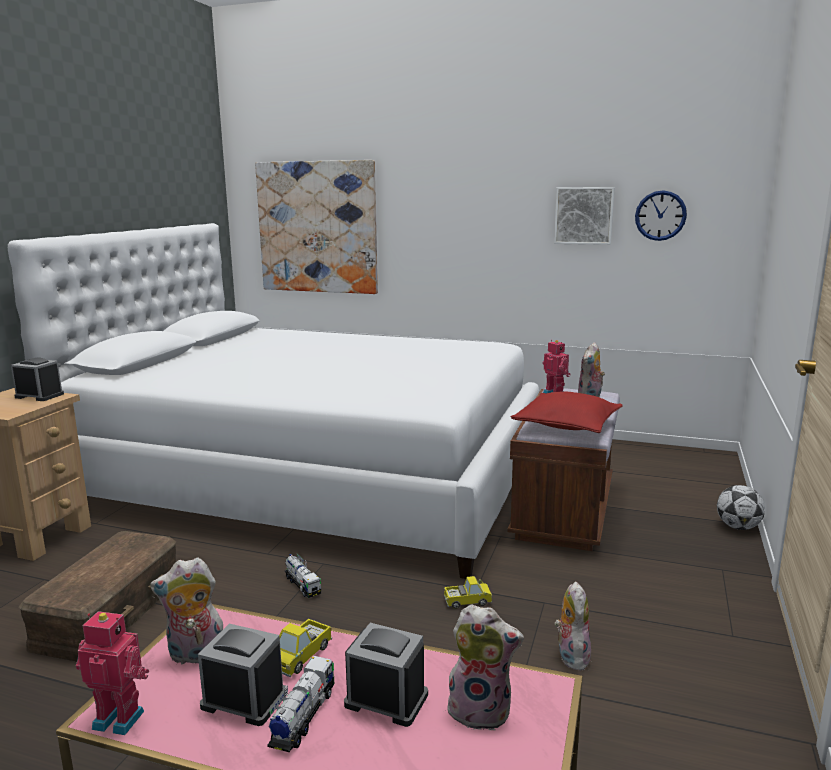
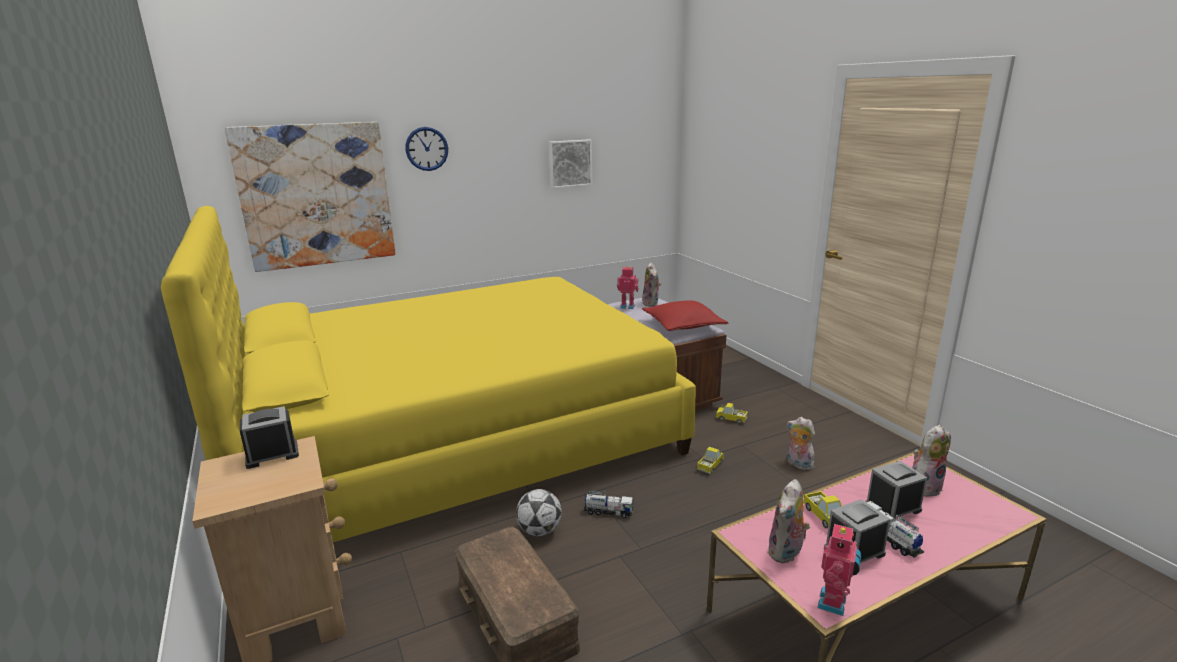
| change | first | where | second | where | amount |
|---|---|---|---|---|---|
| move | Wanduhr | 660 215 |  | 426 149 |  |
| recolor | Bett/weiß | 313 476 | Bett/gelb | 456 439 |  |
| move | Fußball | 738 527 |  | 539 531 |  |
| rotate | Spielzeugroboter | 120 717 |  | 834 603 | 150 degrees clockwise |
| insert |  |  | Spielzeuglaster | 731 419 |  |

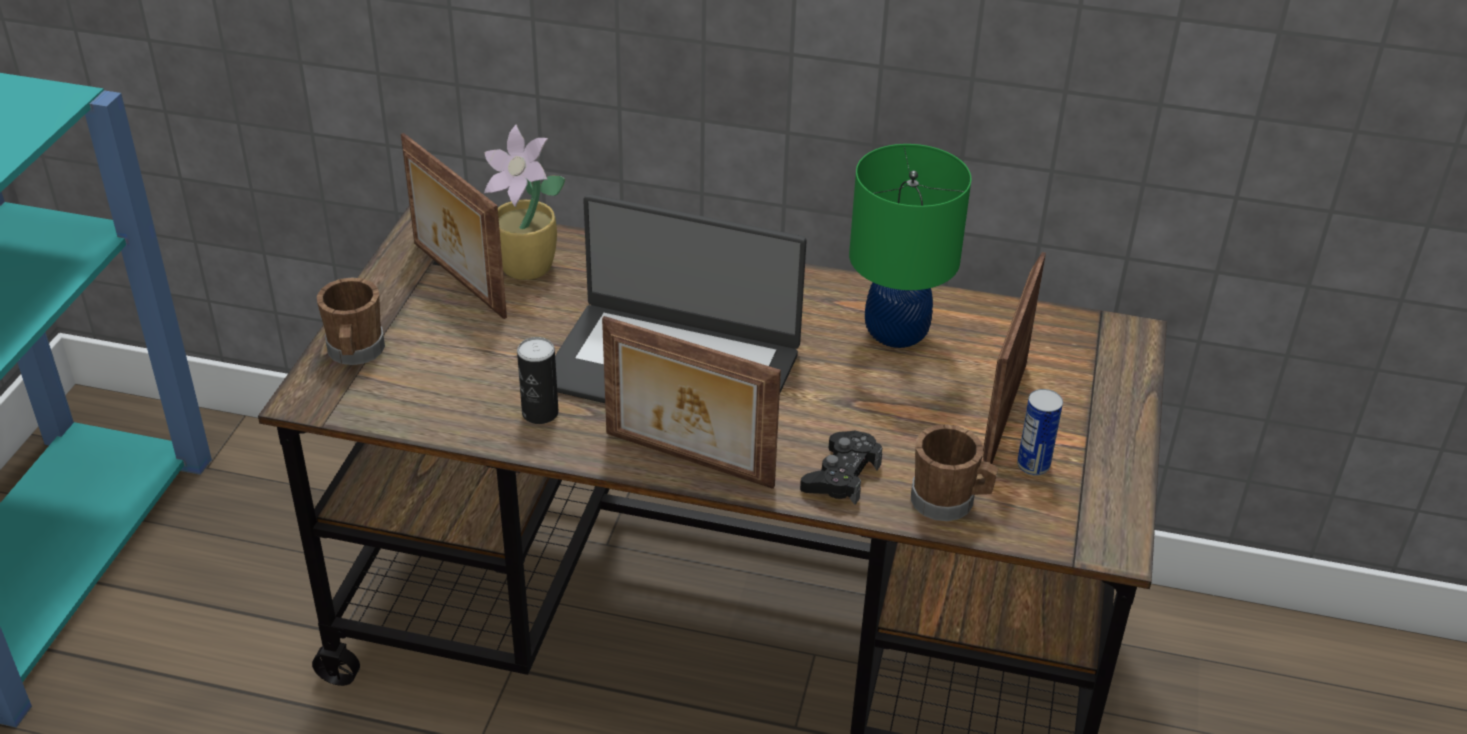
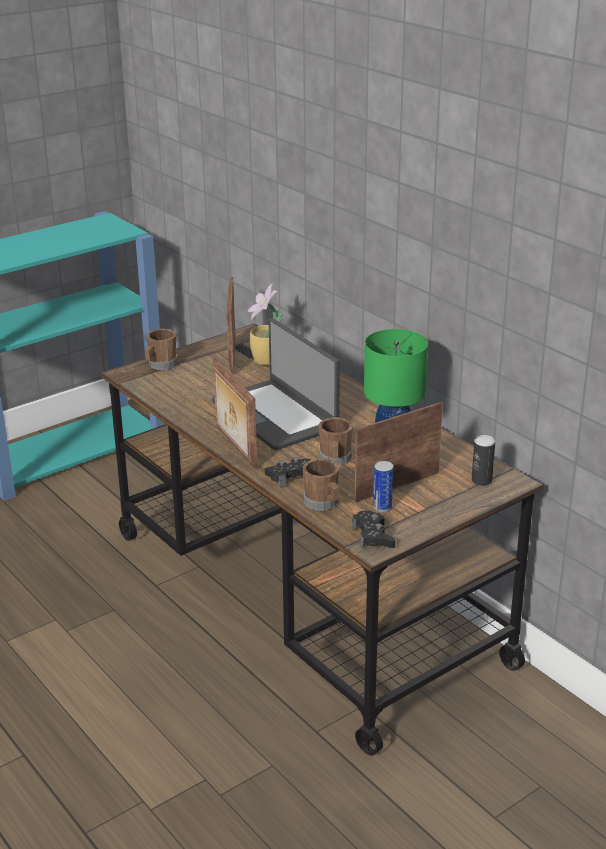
| change | first | where | second | where | amount |
|---|---|---|---|---|---|
| move | Dose | 540 413 |  | 481 480 |  |
| insert |  |  | Henkelbecher/braun | 335 460 |  |
| insert |  |  | Gamepad/schwarz | 373 536 |  |

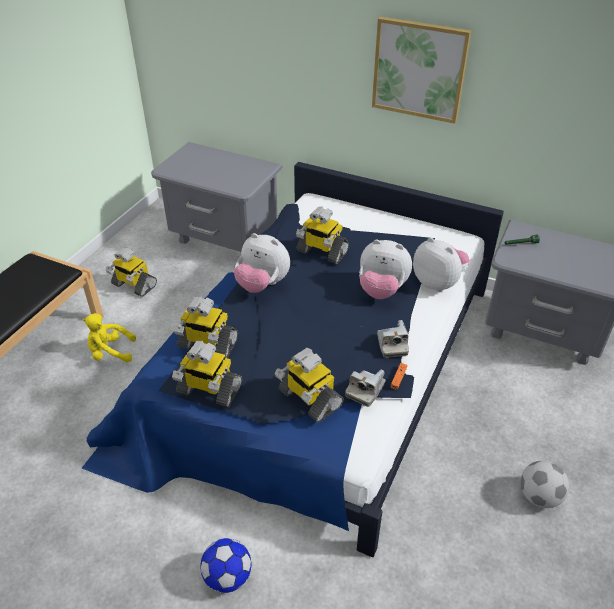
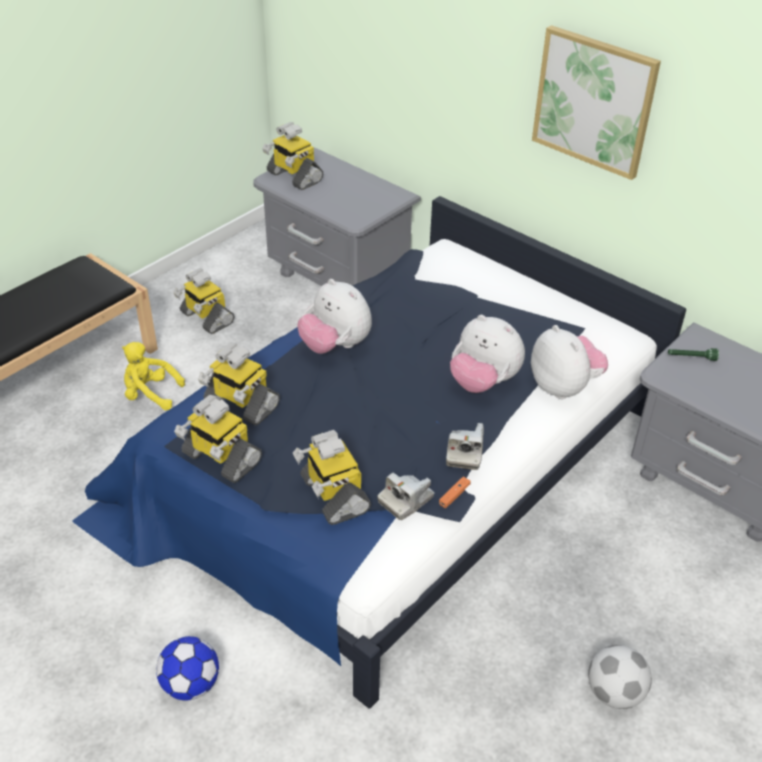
| change | first | where | second | where | amount |
|---|---|---|---|---|---|
| move | Spielzeugroboter | 321 252 |  | 293 177 |  |

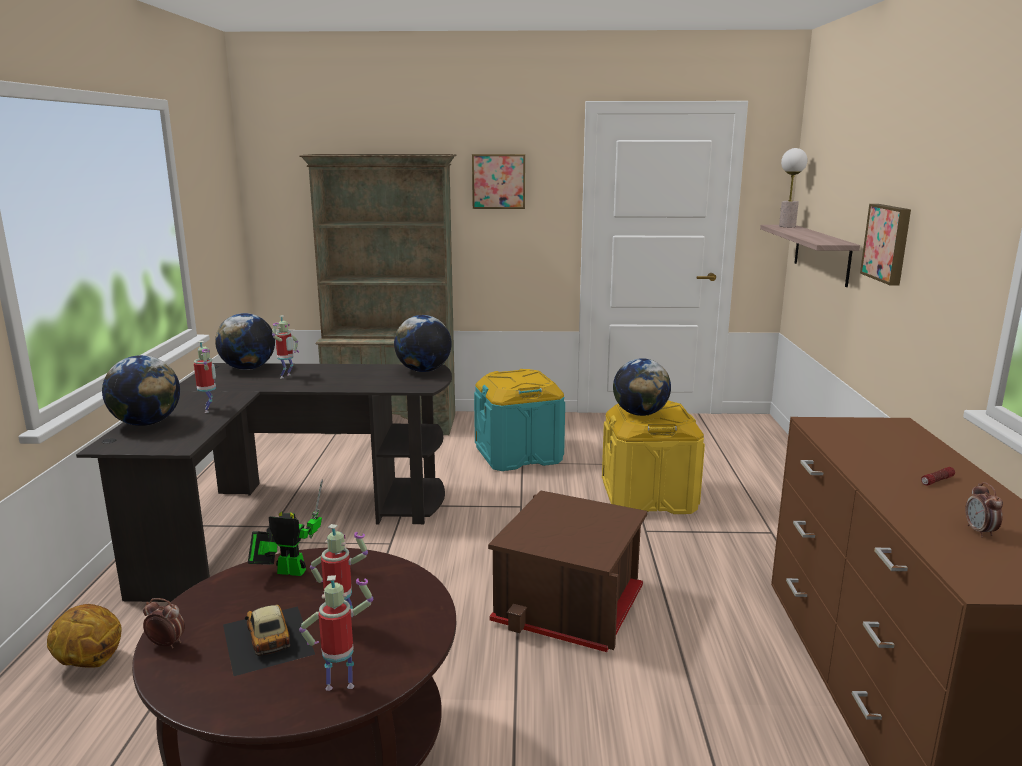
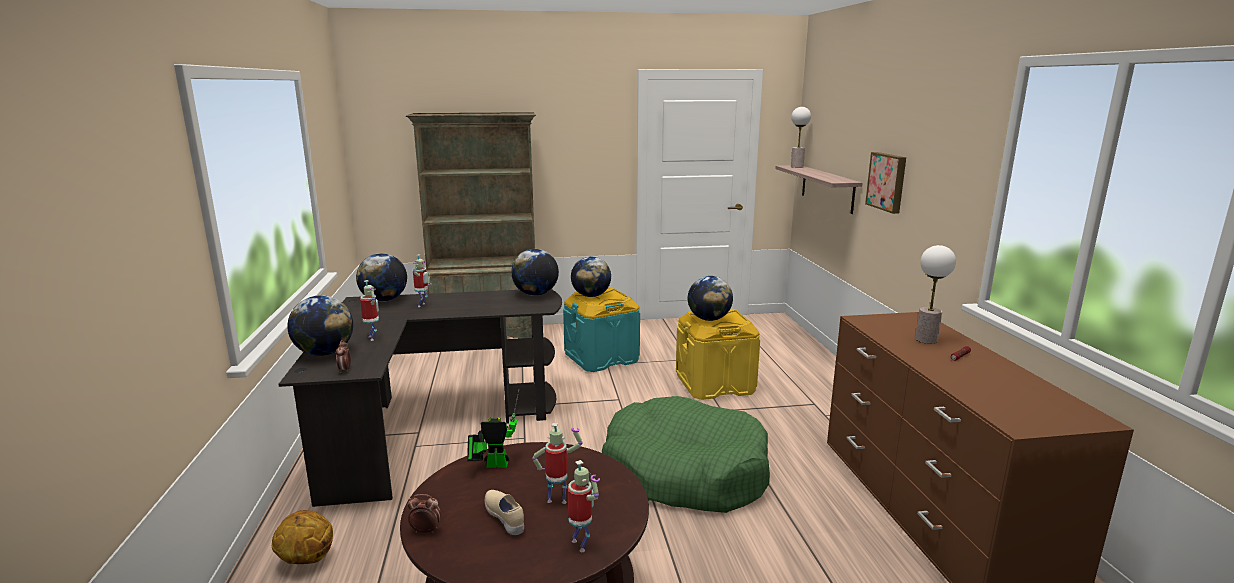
| change | first | where | second | where | amount |
|---|---|---|---|---|---|
| delete | Bild | 498 181 |  |  |  |
| move | Wecker | 980 532 |  | 345 370 |  |
| replace | Aufbewahrungsbox/braun | 571 604 | Hundebett/grün | 685 472 |  |
| rotate | Spielzeugroboter | 341 684 |  | 581 545 | 75 degrees clockwise |
| replace | Spielzeugauto | 267 639 | Schuh/beige | 505 518 |  |
| insert |  |  | Tischlampe | 926 340 |  |
| insert |  |  | Globus | 591 296 |  |

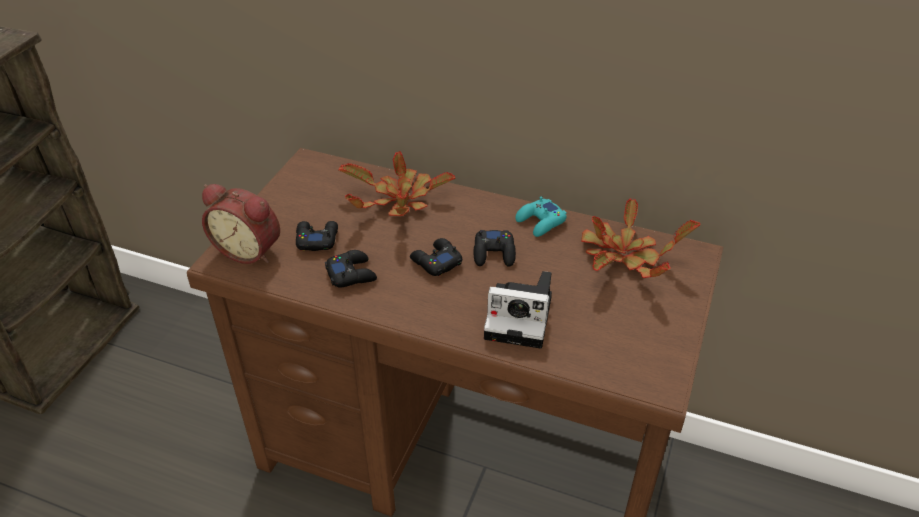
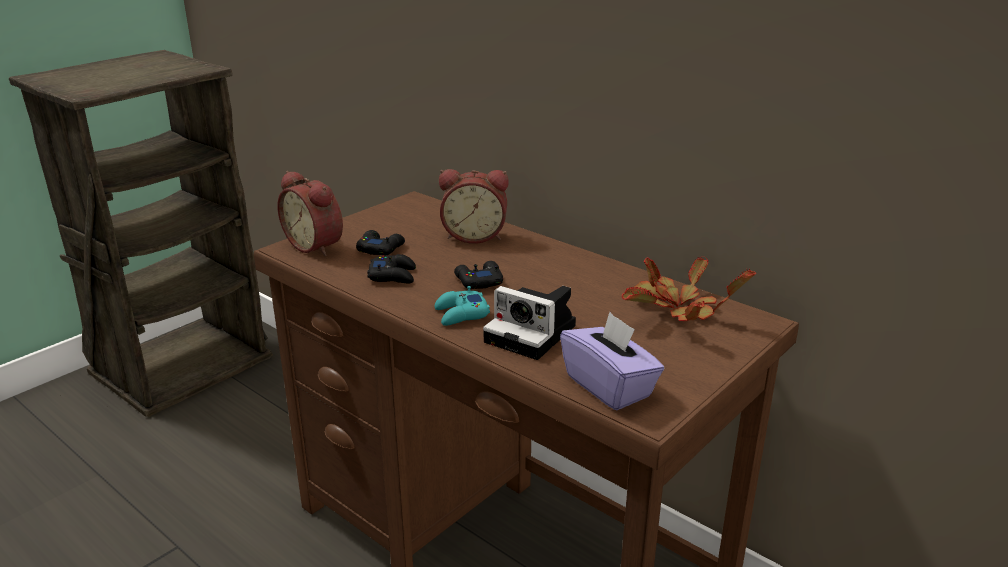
| change | first | where | second | where | amount |
|---|---|---|---|---|---|
| replace | Topfpflanze | 398 201 | Wecker | 474 236 |  |
| move | Gamepad/türkis | 540 222 |  | 461 314 |  |
| delete | Gamepad/schwarz | 494 253 |  |  |  |
| insert |  |  | Taschentuchbox/lila | 609 386 |  |

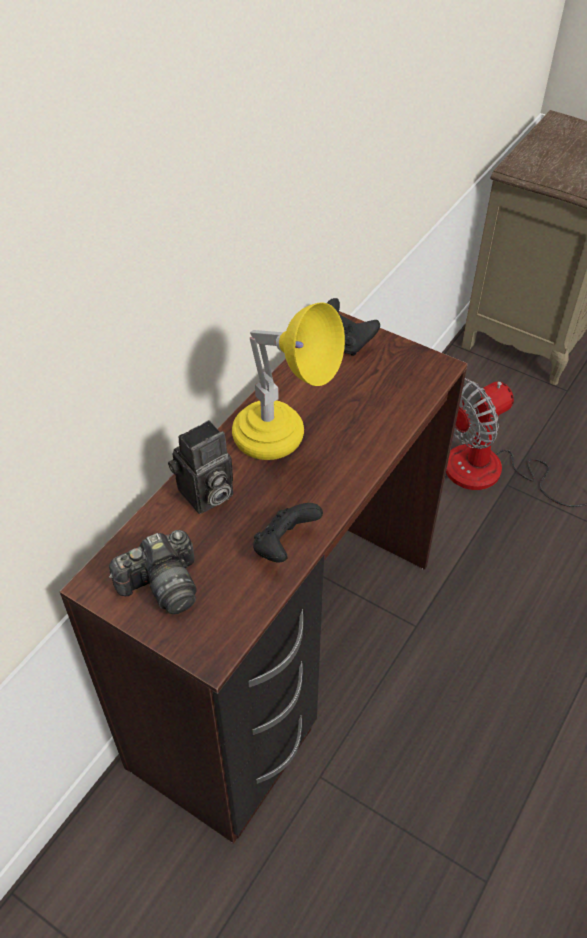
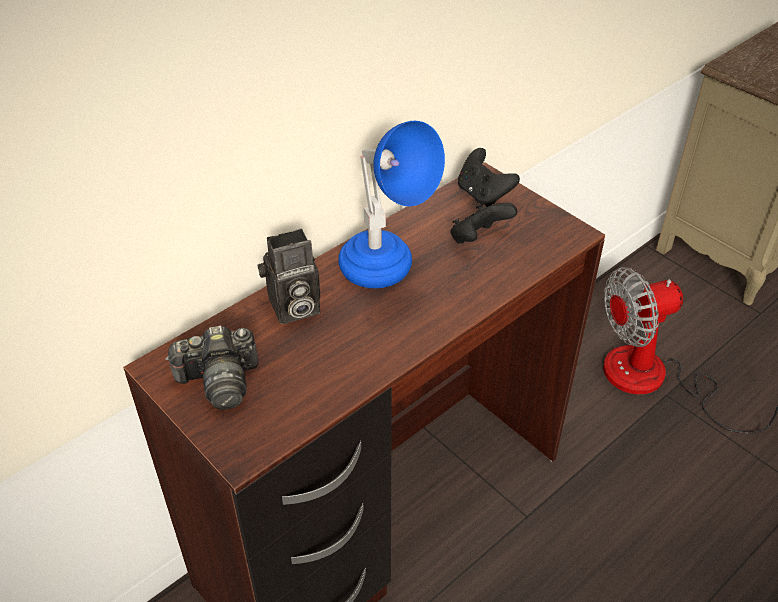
| change | first | where | second | where | amount |
|---|---|---|---|---|---|
| recolor | Tischlampe/gelb | 282 447 | Tischlampe/blau | 385 279 |  |
| move | Gamepad/schwarz | 284 546 |  | 478 239 |  |

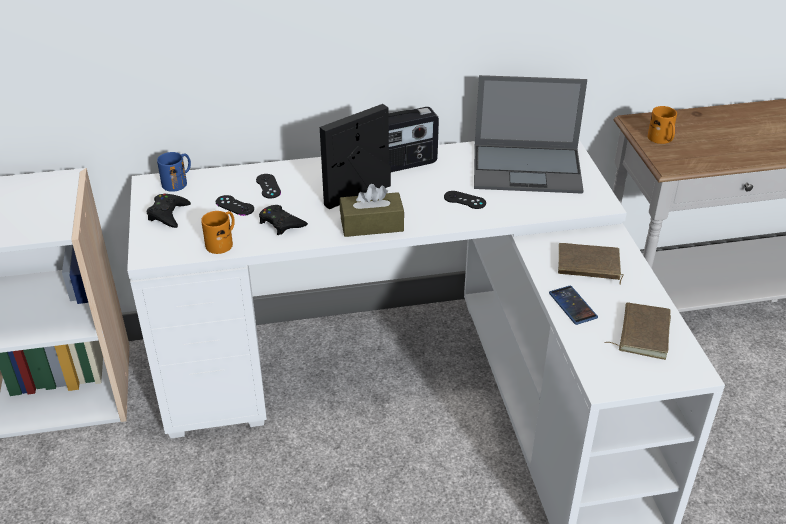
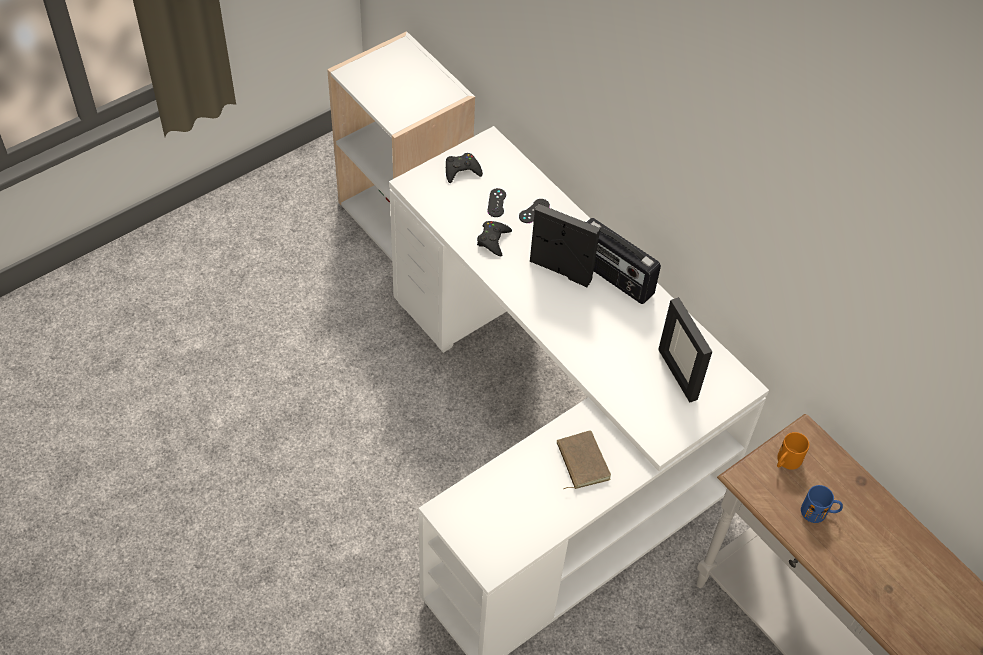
| change | first | where | second | where | amount |
|---|---|---|---|---|---|
| replace | Laptop | 528 168 | Bilderrahmen | 679 374 |  |
| move | Henkelbecher/blau | 178 182 |  | 819 512 |  |
| delete | Taschentuchbox/braun | 372 225 |  |  |  |
| delete | Gamepad/schwarz | 464 200 |  |  |  |
| delete | Henkelbecher/orange | 222 242 |  |  |  |
| delete | Handy | 573 305 |  |  |  |
| delete | Buch/braun | 642 333 |  |  |  |

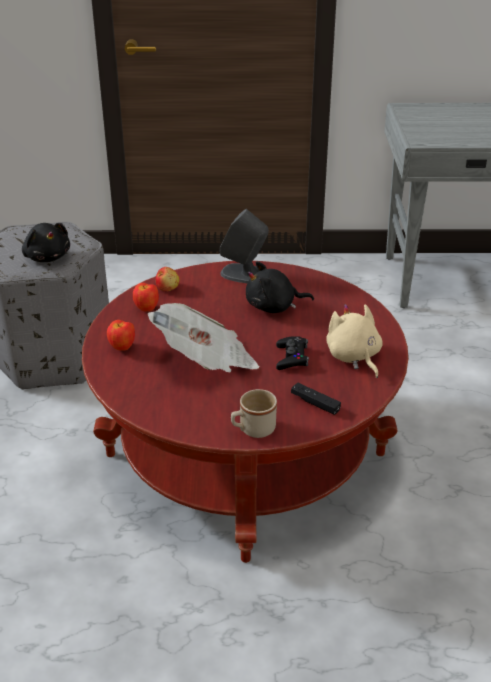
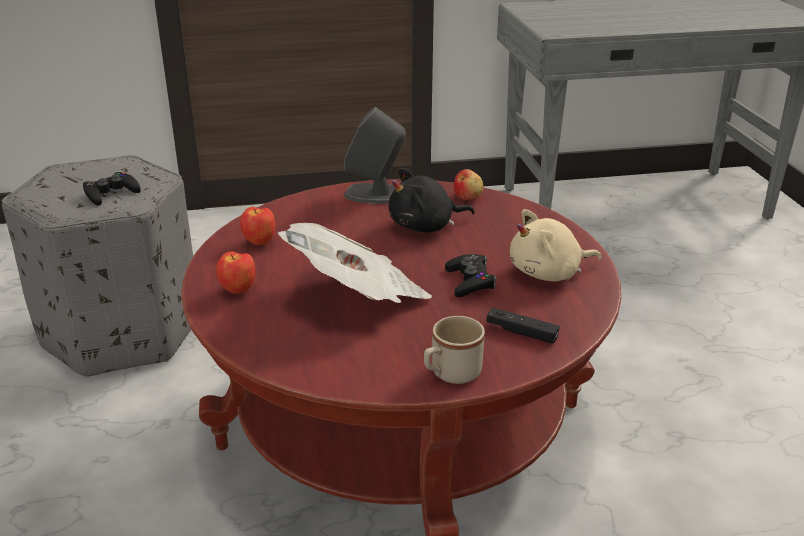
| change | first | where | second | where | amount |
|---|---|---|---|---|---|
| replace | Plüschtier/schwarz | 47 257 | Gamepad/schwarz | 111 194 |  |
| move | Apfel | 168 288 |  | 467 197 |  |
| rotate | Plüschtier/beige | 354 357 |  | 549 273 | 75 degrees counterclockwise |

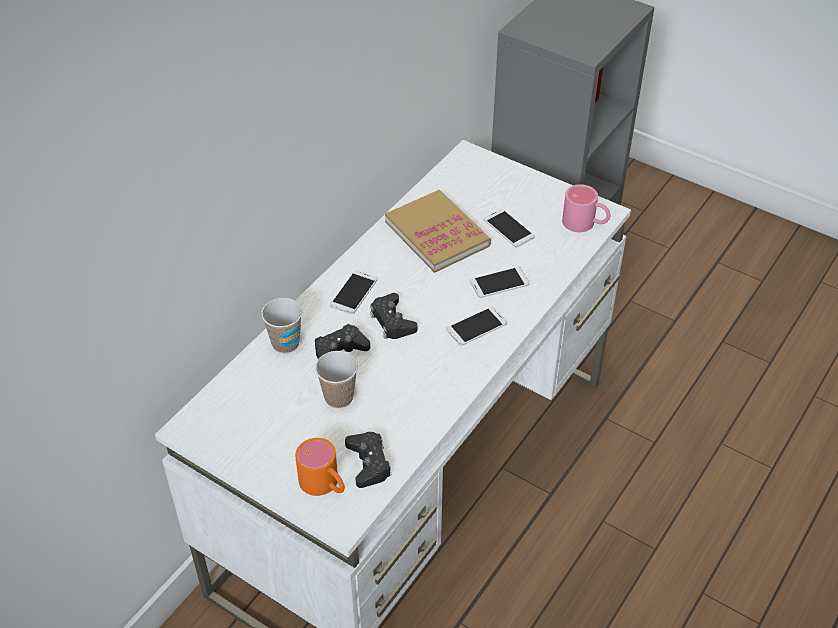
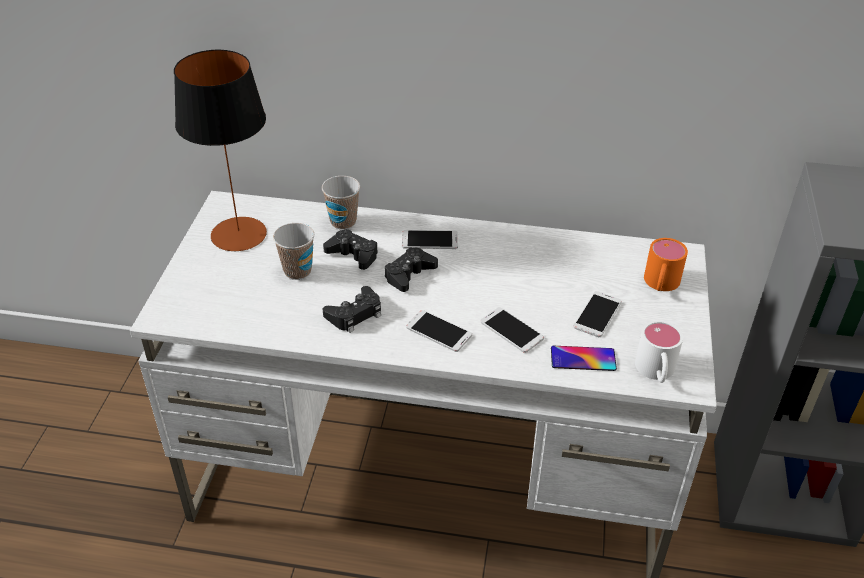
| change | first | where | second | where | amount |
|---|---|---|---|---|---|
| recolor | Henkelbecher/rosa | 585 224 | Henkelbecher/weiß | 656 372 |  |
| delete | Buch | 437 234 |  |  |  |
| move | Gamepad/schwarz | 369 463 |  | 355 314 |  |
| move | Henkelbecher/orange | 324 485 |  | 660 284 |  |
| insert |  |  | Tischlampe | 239 234 |  |
| insert |  |  | Handy | 583 359 |  |

